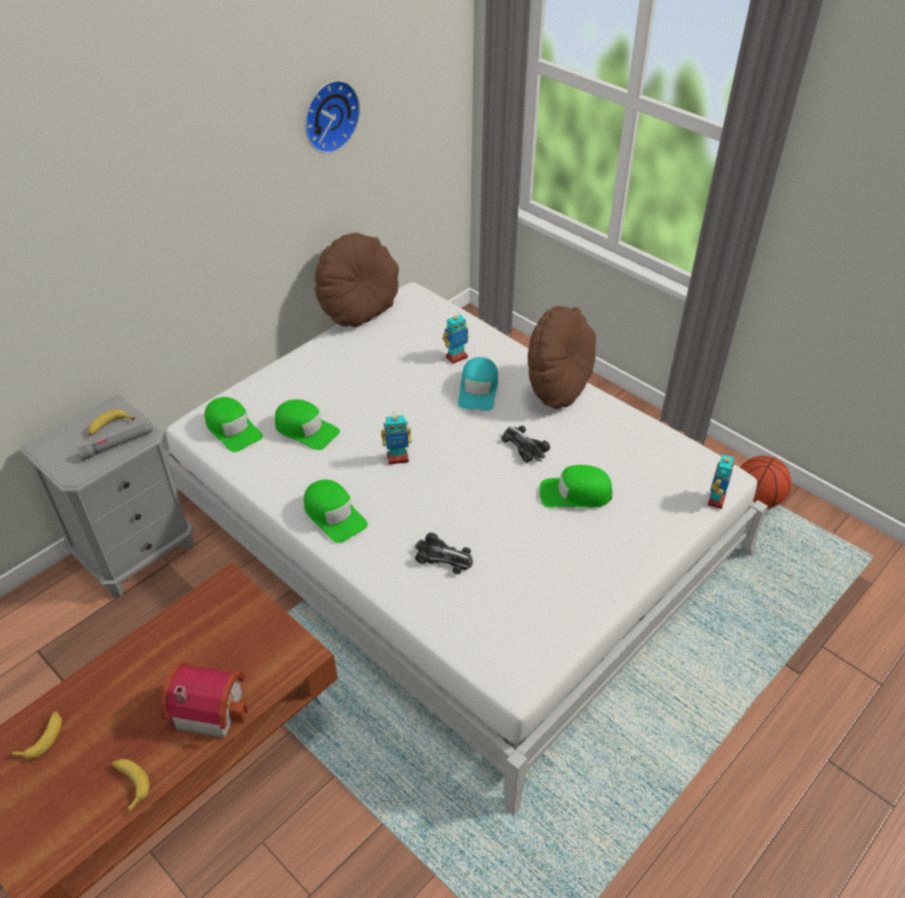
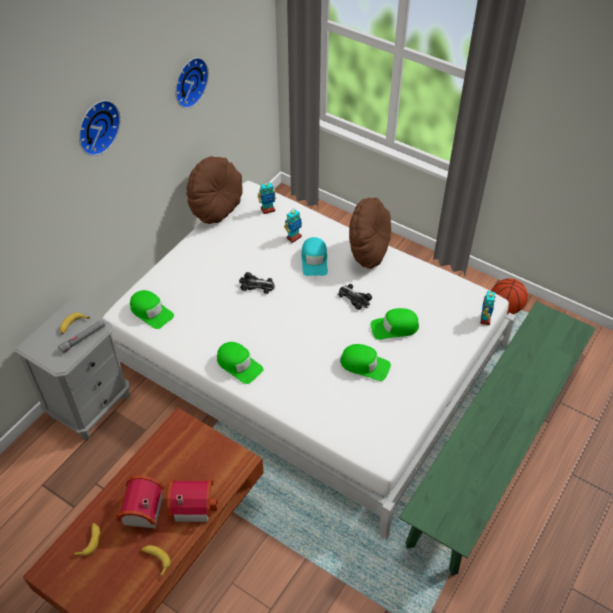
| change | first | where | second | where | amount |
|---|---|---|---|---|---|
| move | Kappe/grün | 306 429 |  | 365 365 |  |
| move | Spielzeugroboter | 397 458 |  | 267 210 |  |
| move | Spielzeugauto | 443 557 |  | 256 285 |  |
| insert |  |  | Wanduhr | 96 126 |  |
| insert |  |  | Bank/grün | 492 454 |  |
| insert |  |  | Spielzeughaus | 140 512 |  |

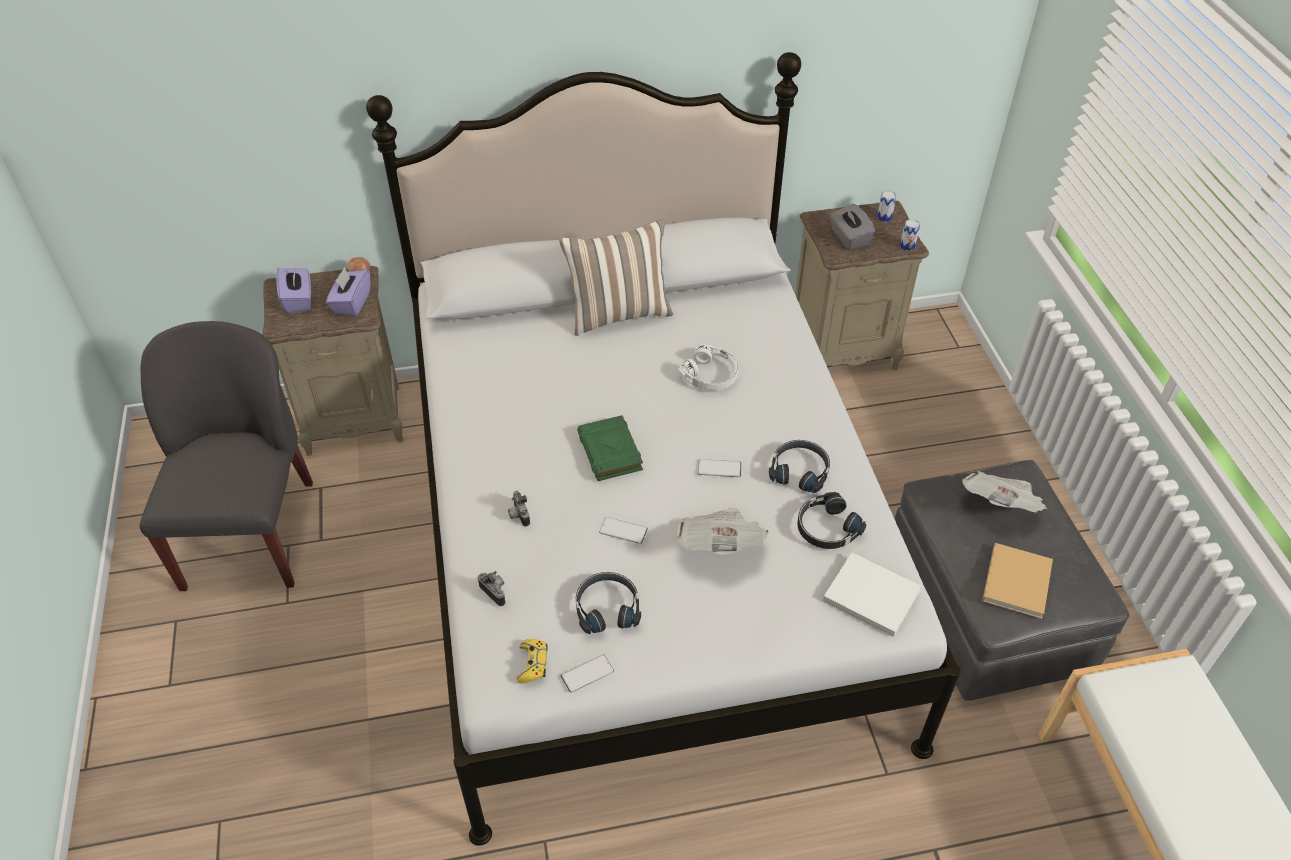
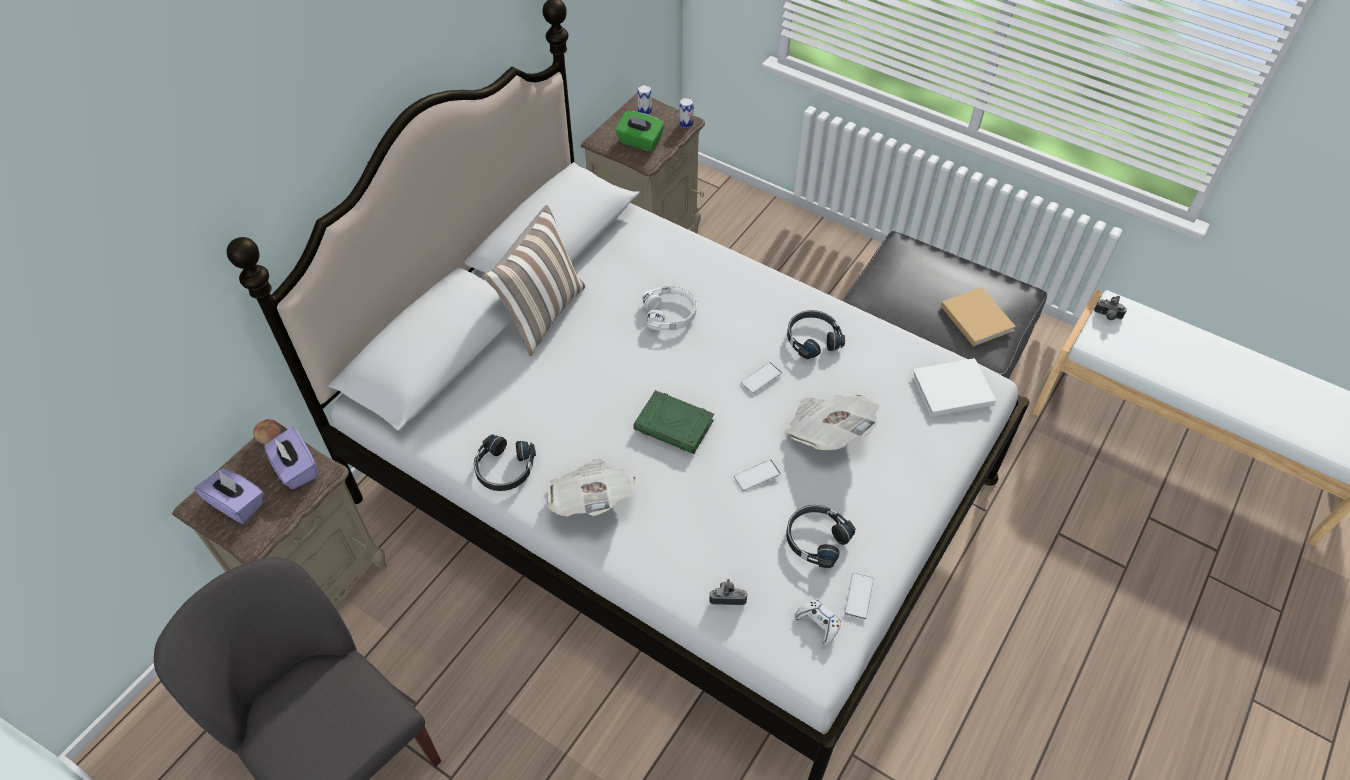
| change | first | where | second | where | amount |
|---|---|---|---|---|---|
| recolor | Taschentuchbox/grau | 849 238 | Taschentuchbox/grün | 640 142 |  |
| move | Zeitung | 1000 505 |  | 592 500 |  |
| move | Kamera | 518 515 |  | 1107 316 |  |
| move | Kopfhörer/schwarz | 826 528 |  | 504 469 |  |
| recolor | Gamepad/gelb | 532 664 | Gamepad/weiß | 818 623 |  |

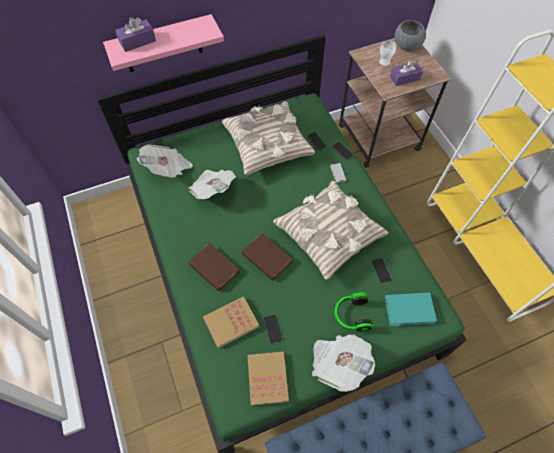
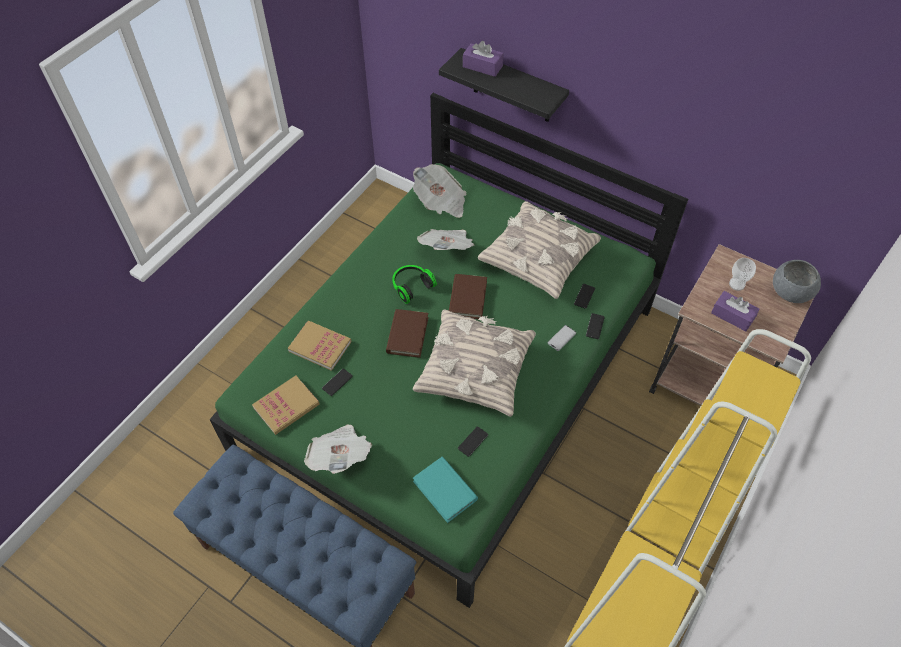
| change | first | where | second | where | amount |
|---|---|---|---|---|---|
| recolor | Wandregal/rosa | 162 45 | Wandregal/schwarz | 512 87 |  |
| move | Buch/braun | 214 268 |  | 467 298 |  |
| move | Kopfhörer | 351 315 |  | 411 286 |  |

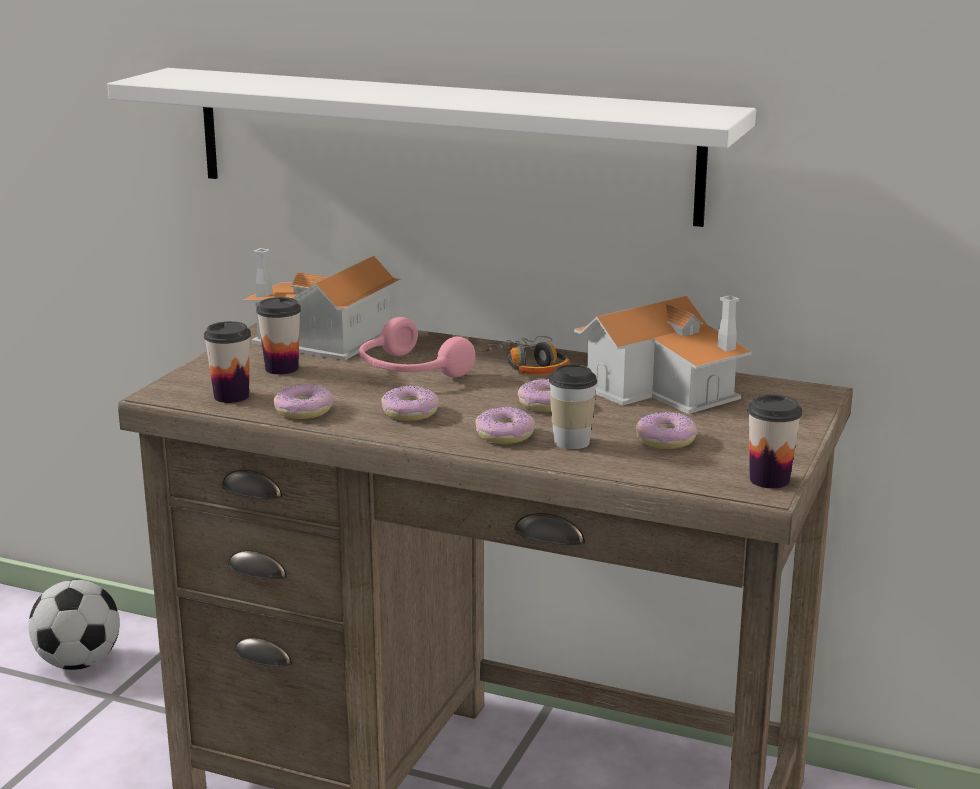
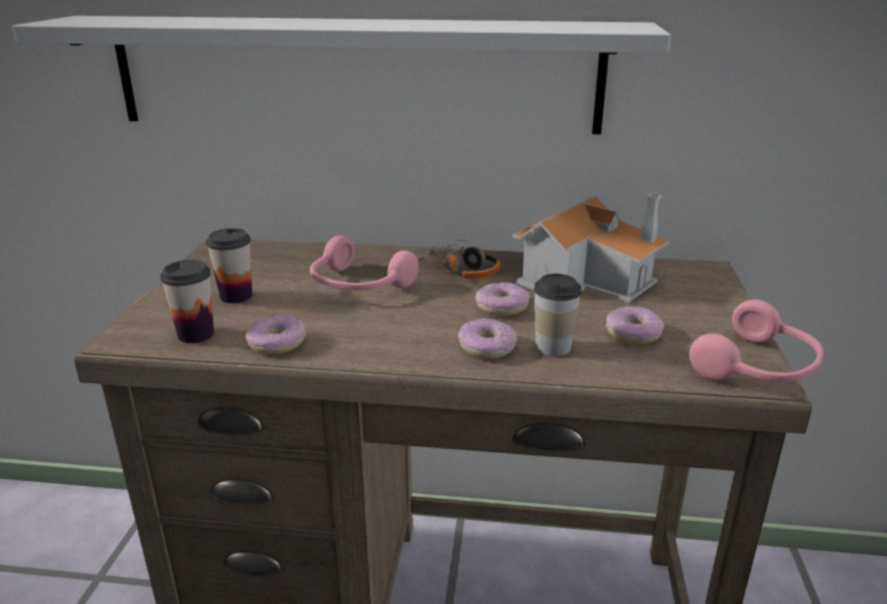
| change | first | where | second | where | amount |
|---|---|---|---|---|---|
| delete | Spielzeughaus | 323 340 |  |  |  |
| delete | Donut | 410 412 |  |  |  |
| replace | Tasse | 769 480 | Kopfhörer/rosa | 759 367 |  |
| delete | Fußball | 79 662 |  |  |  |

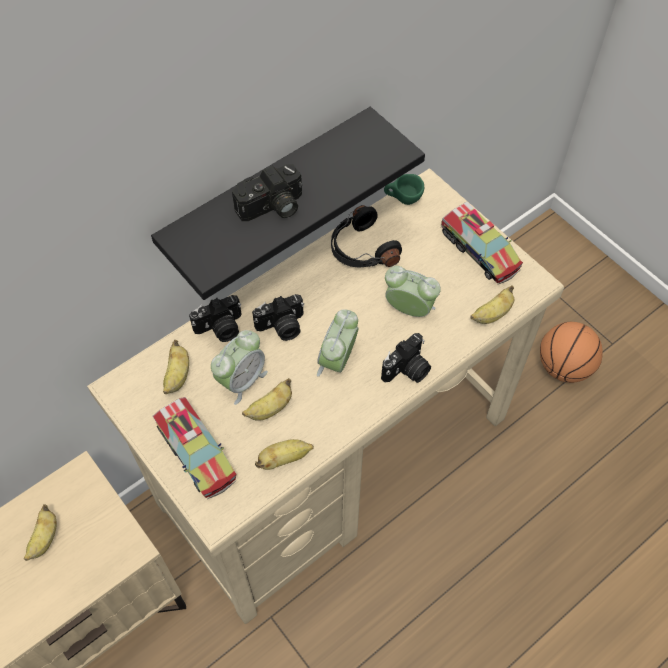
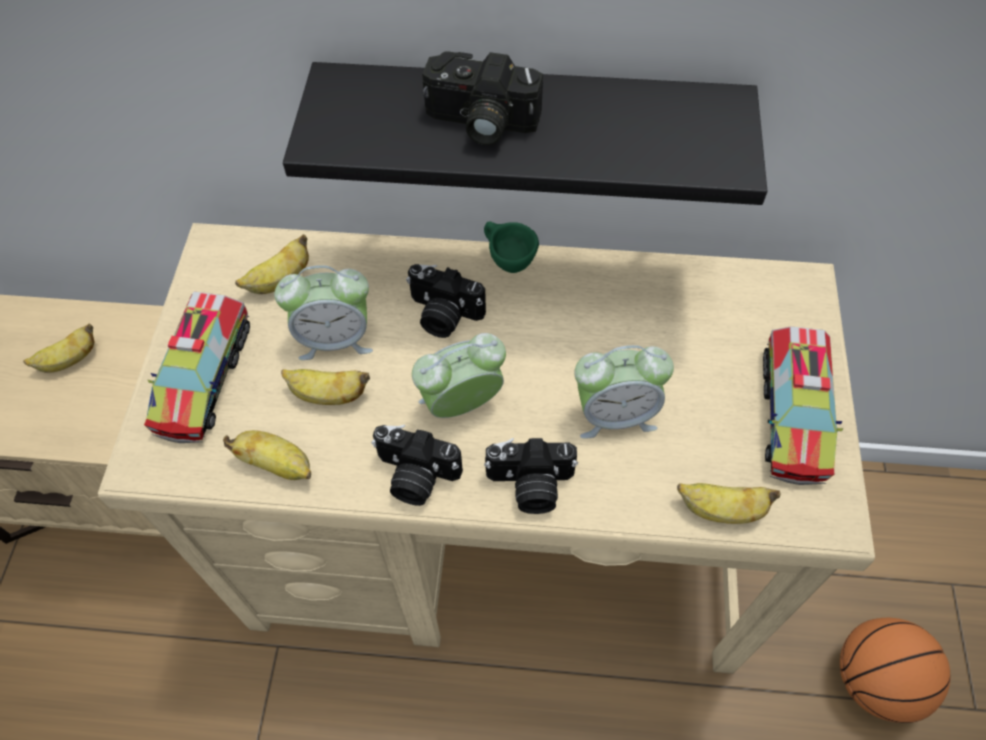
| change | first | where | second | where | amount |
|---|---|---|---|---|---|
| move | Tasse/grün | 402 200 |  | 507 262 |  |
| delete | Kopfhörer/schwarz | 361 249 |  |  |  |
| rotate | Wecker | 409 310 |  | 615 414 | 105 degrees clockwise |
| move | Kamera | 220 329 |  | 415 477 |  |

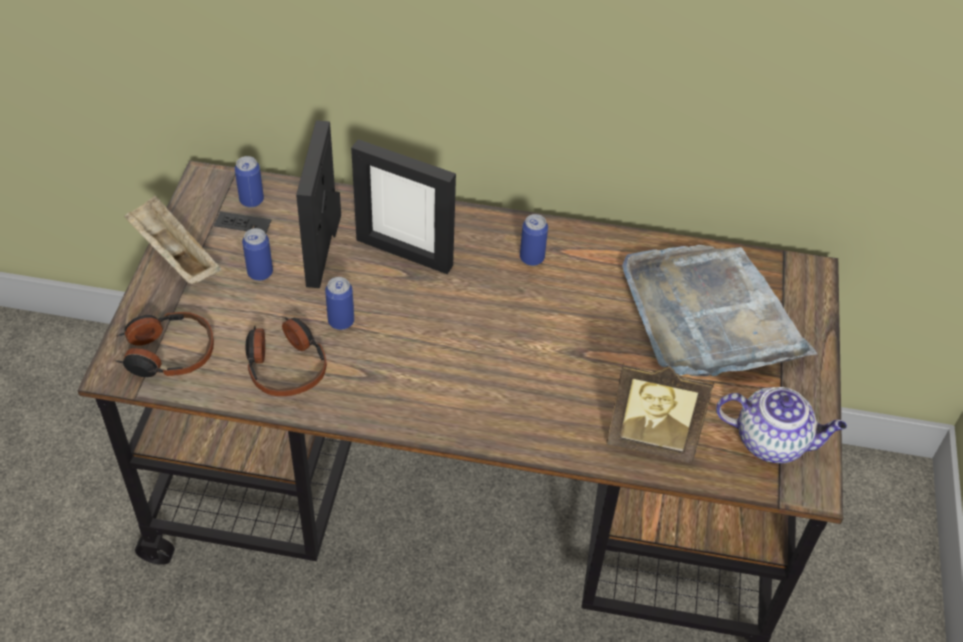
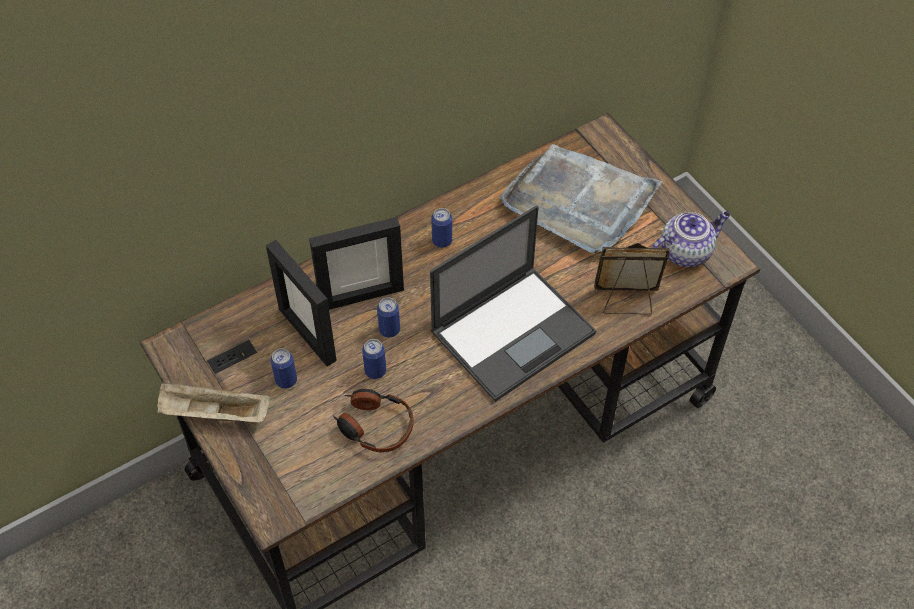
| change | first | where | second | where | amount |
|---|---|---|---|---|---|
| move | Dose | 251 200 |  | 389 330 |  |
| delete | Kopfhörer | 167 354 |  |  |  |
| rotate | Bilderrahmen | 651 439 |  | 626 301 | 150 degrees counterclockwise |
| insert |  |  | Laptop | 514 331 |  |

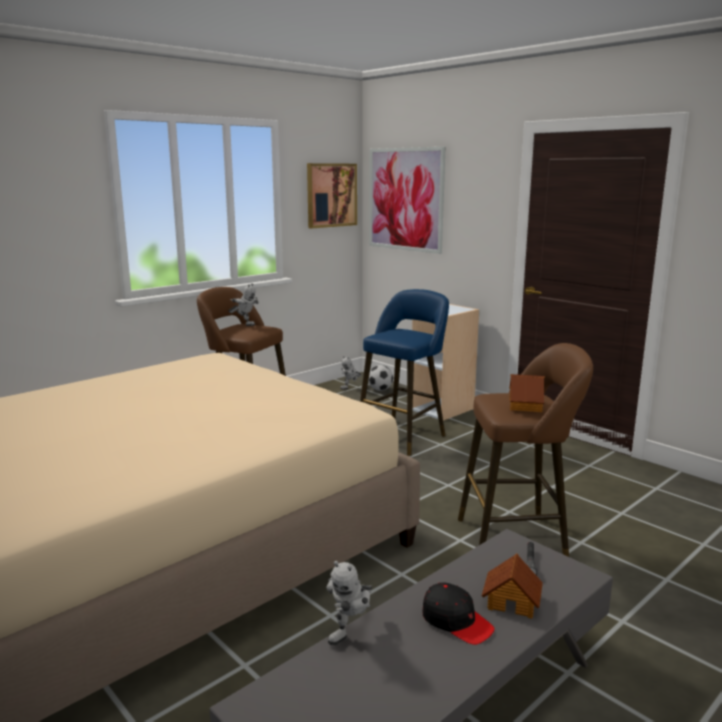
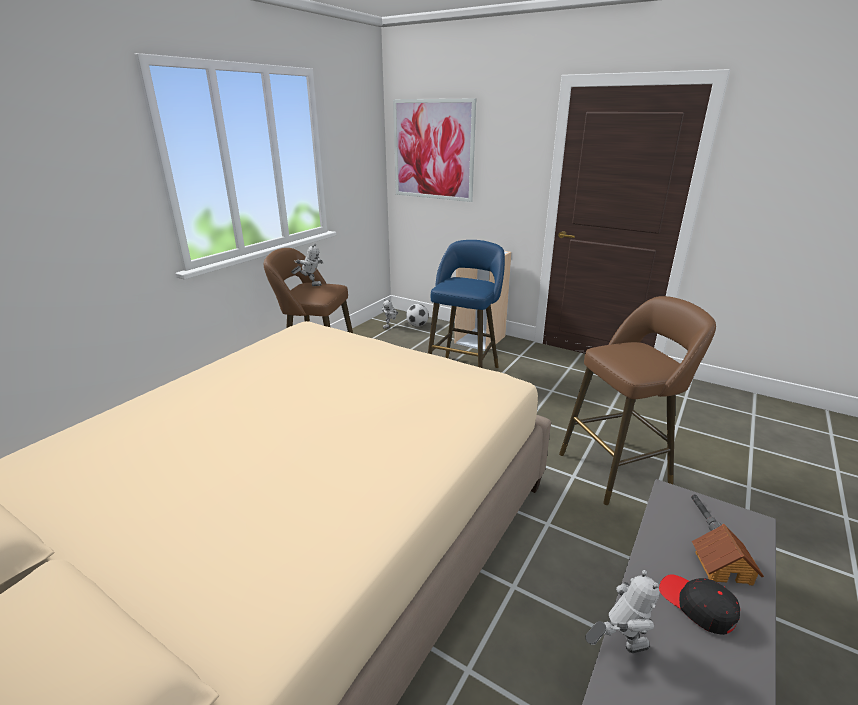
| change | first | where | second | where | amount |
|---|---|---|---|---|---|
| delete | Bild | 331 195 |  |  |  |
| delete | Spielzeughaus | 526 405 |  |  |  |
| rotate | Spielzeugroboter | 351 633 |  | 617 646 | 120 degrees counterclockwise |
| rotate | Kappe/schwarz | 456 621 |  | 697 605 | 150 degrees counterclockwise |

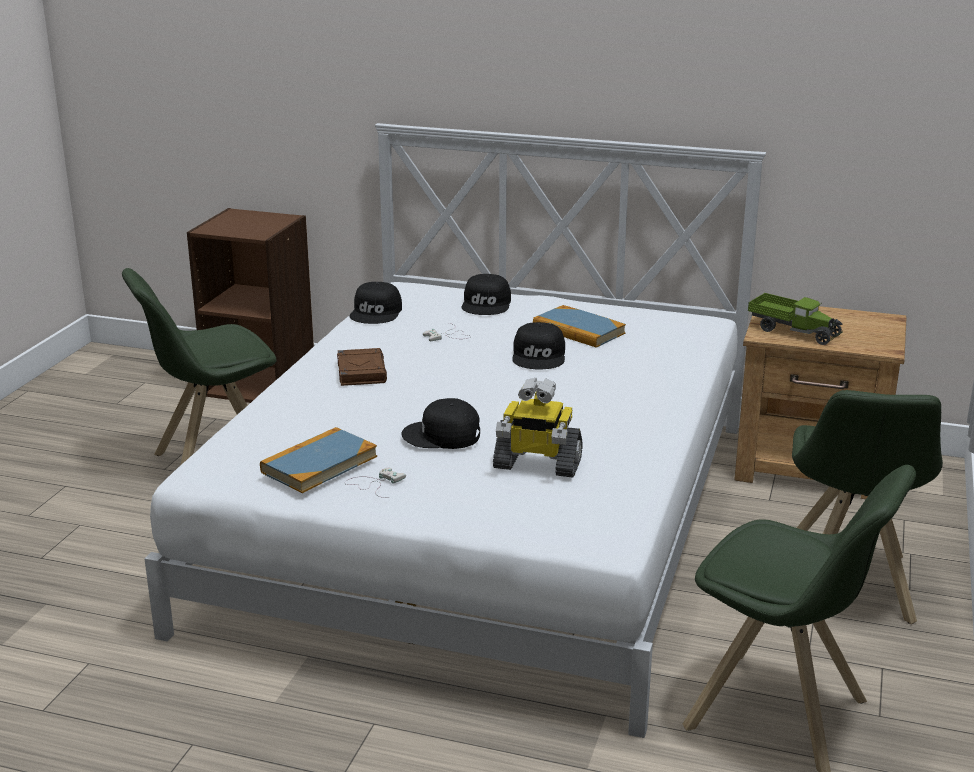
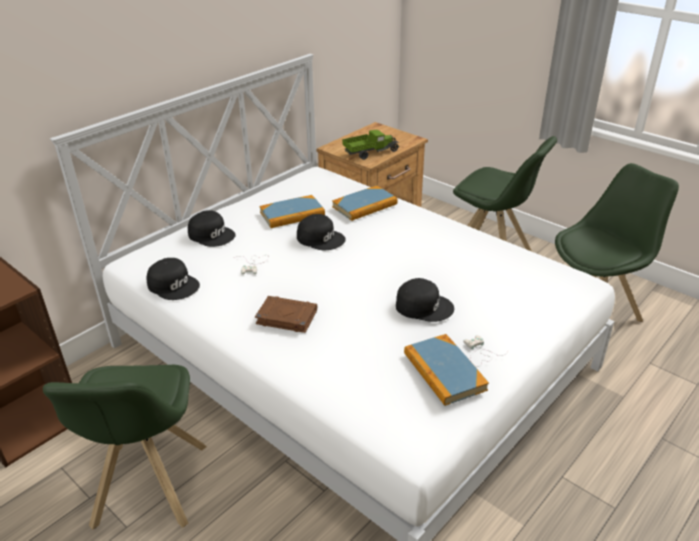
| change | first | where | second | where | amount |
|---|---|---|---|---|---|
| delete | Spielzeugroboter | 536 464 |  |  |  |
| rotate | Kappe/schwarz | 442 435 |  | 423 306 | 105 degrees counterclockwise |
| insert |  |  | Buch | 364 205 |  |

